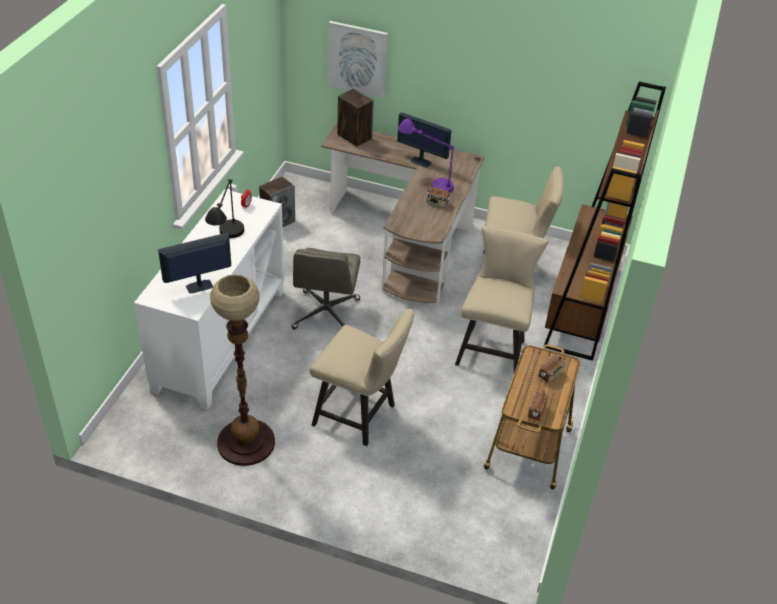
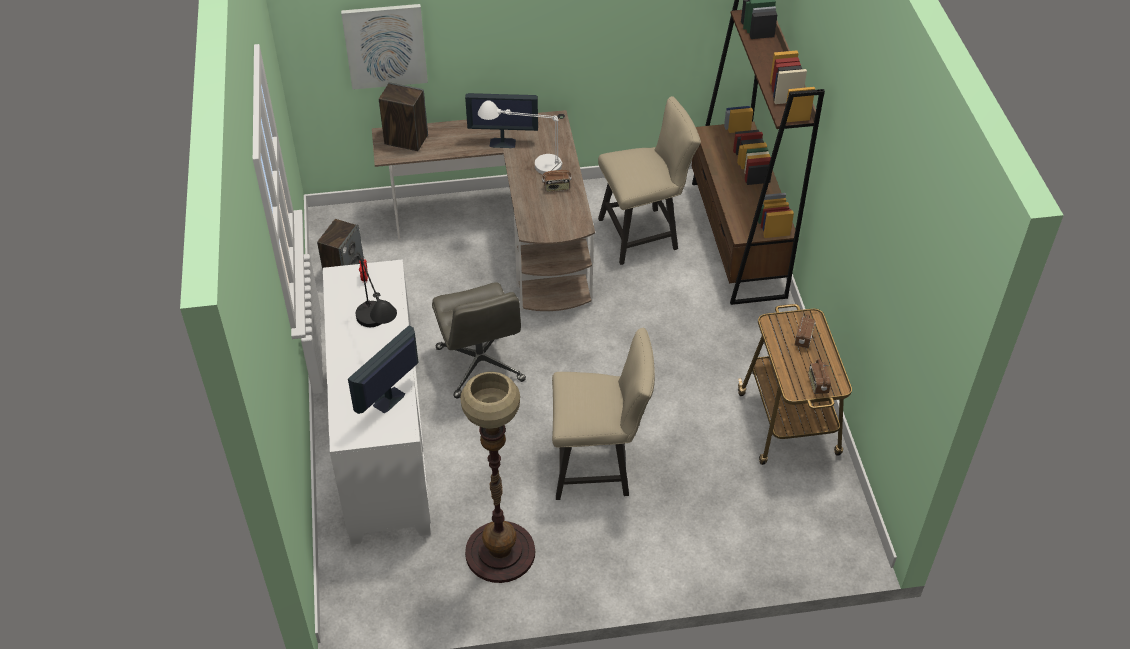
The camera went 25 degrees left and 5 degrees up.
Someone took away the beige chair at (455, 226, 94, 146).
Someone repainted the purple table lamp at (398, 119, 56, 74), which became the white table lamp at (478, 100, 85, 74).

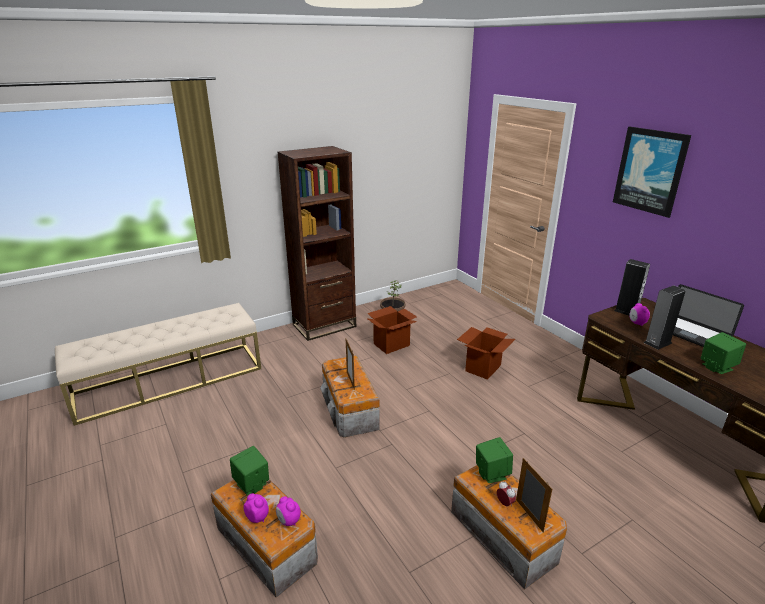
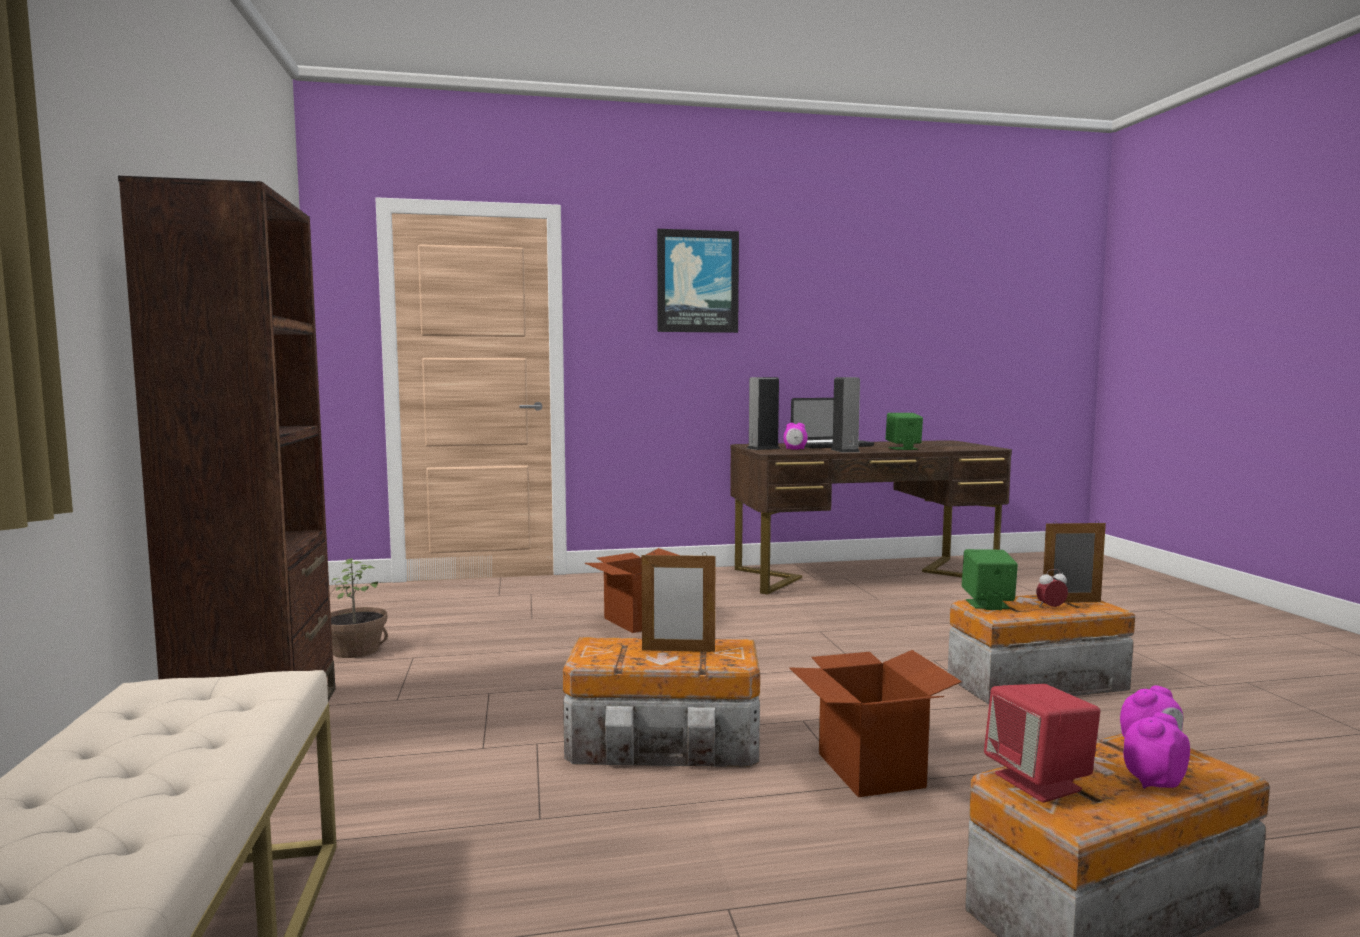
The camera went 70 degrees left and 20 degrees down.
Someone carried the cardboard box from (367, 306, 50, 48) to (789, 650, 173, 147).
Someone repainted the green speaker at (230, 446, 39, 49), which became the red speaker at (984, 684, 116, 119).

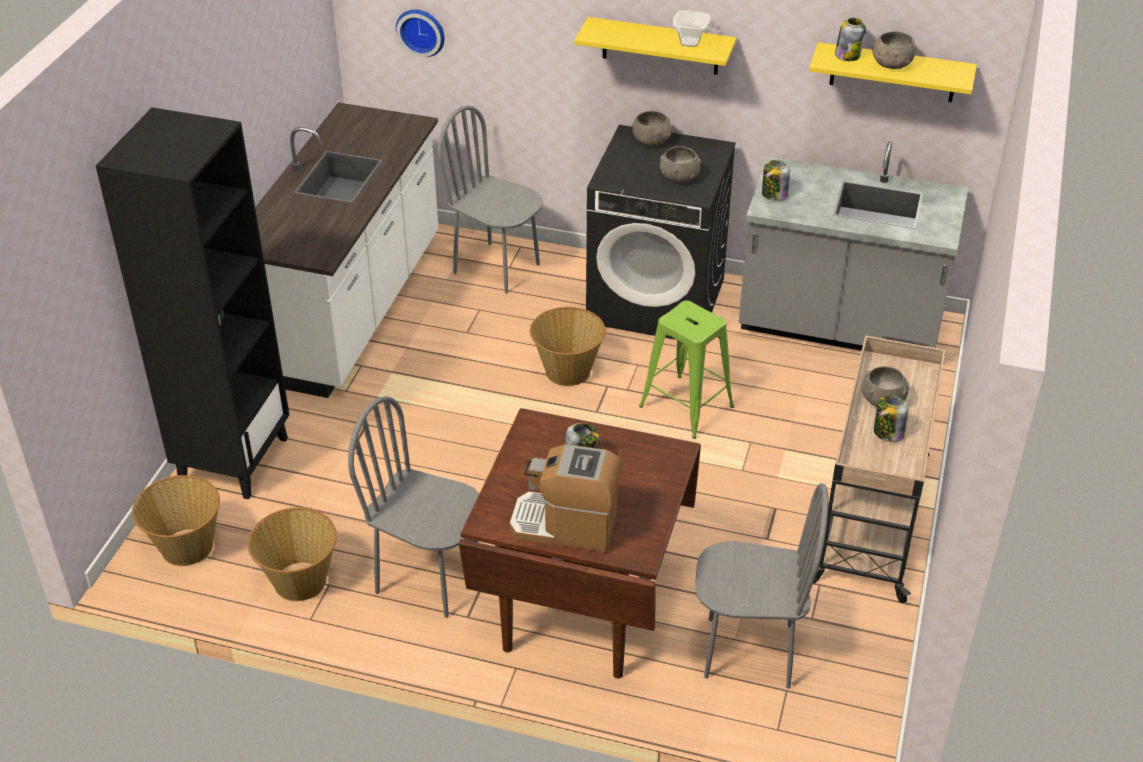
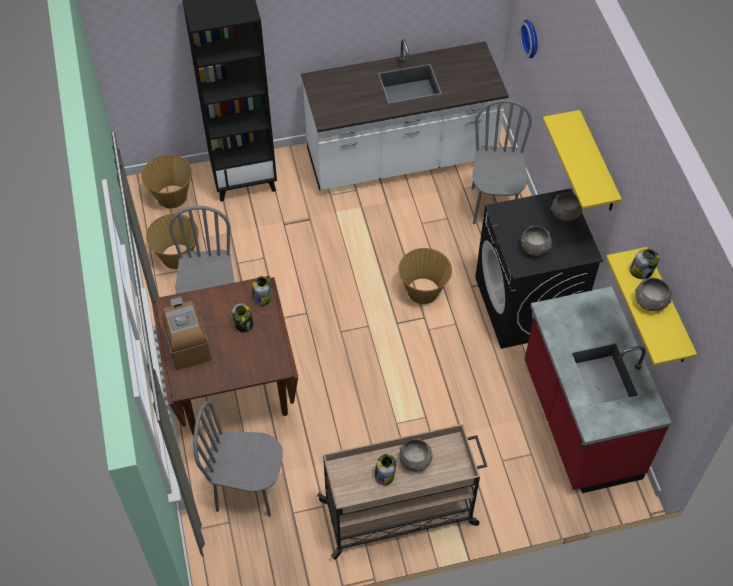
The camera went 60 degrees right and 15 degrees up.
Someone took away the green stool at (639, 301, 95, 138).
Someone took away the bowl at (673, 11, 37, 36).
Someone carried the jar from (762, 160, 28, 41) to (252, 276, 19, 30).
Someone repainted the grey counter at (739, 142, 229, 209), which became the red counter at (525, 287, 146, 206).
Someone rotated the grey chair at (695, 483, 134, 206) by 120 degrees clockwise.

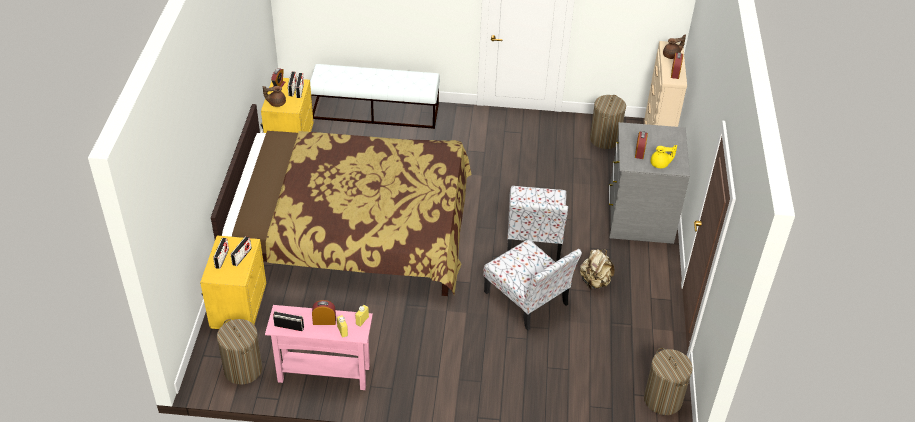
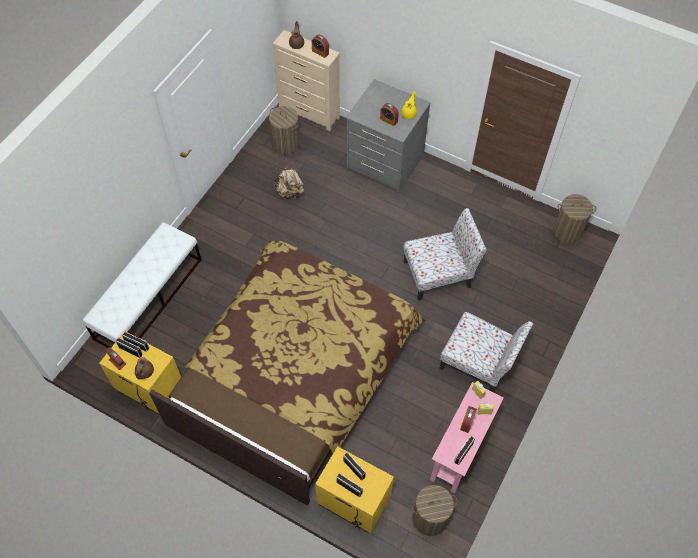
The camera went 65 degrees left and 15 degrees up.
Someone carried the chair from (507, 186, 61, 75) to (439, 312, 94, 81).
Someone carried the beige backpack from (580, 249, 34, 41) to (274, 166, 30, 33).

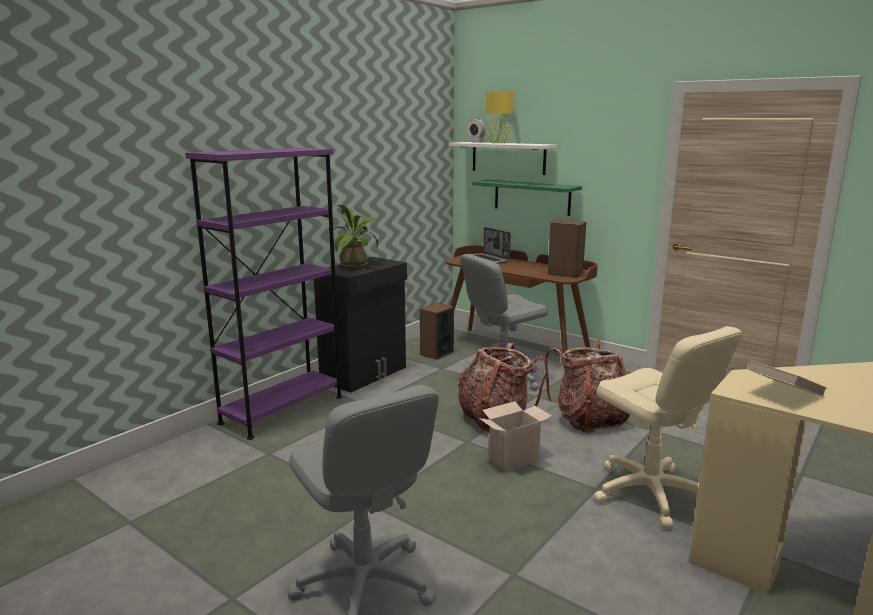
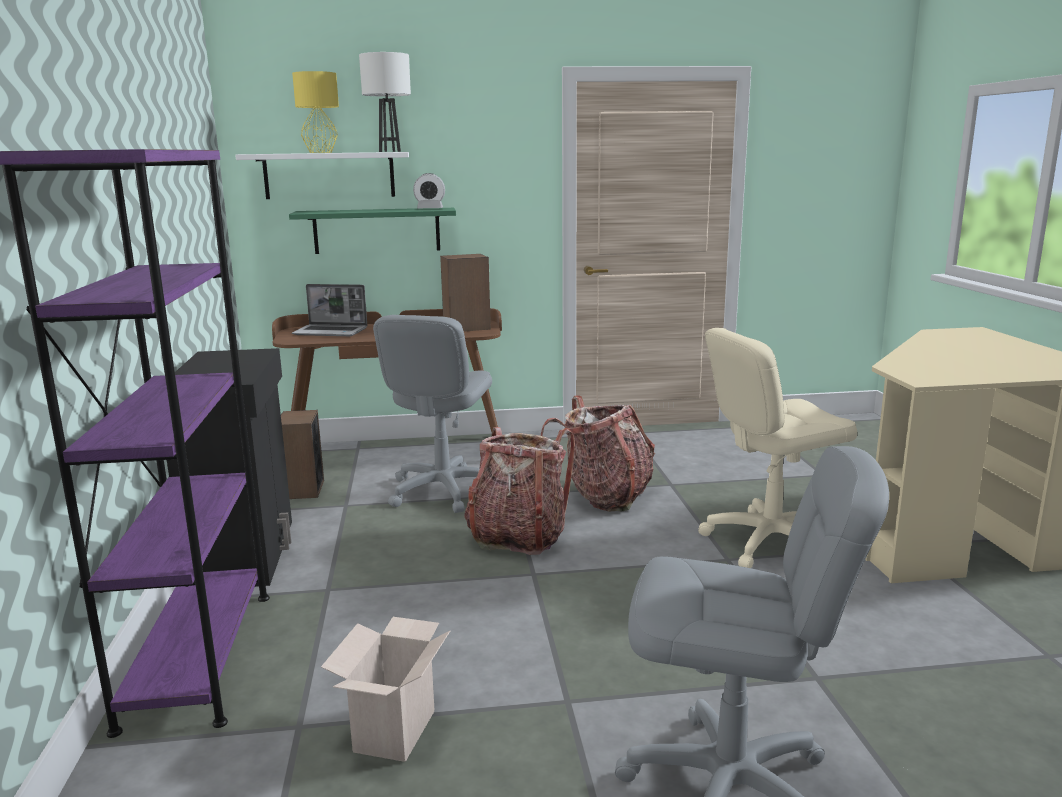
The camera went 45 degrees left and 0 degrees up.
Someone took away the potted plant at (333, 205, 46, 64).
Someone took away the beige book at (747, 361, 80, 36).
Someone put down the white table lamp at (359, 52, 52, 100).
Someone carried the alarm clock from (467, 119, 19, 23) to (413, 173, 32, 35).
Someone carried the cardboard box from (479, 401, 73, 71) to (321, 617, 129, 145).
Someone rotated the beige office chair at (594, 326, 149, 203) by 150 degrees clockwise.

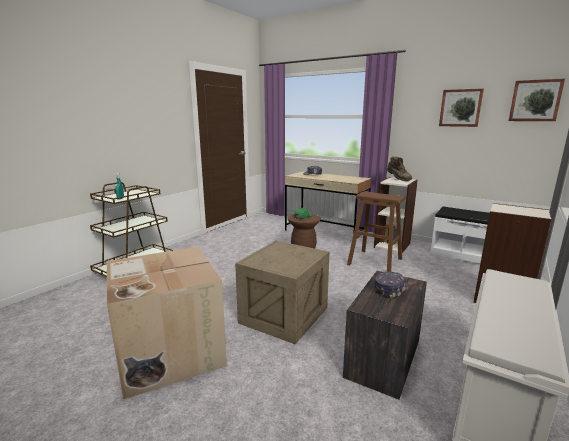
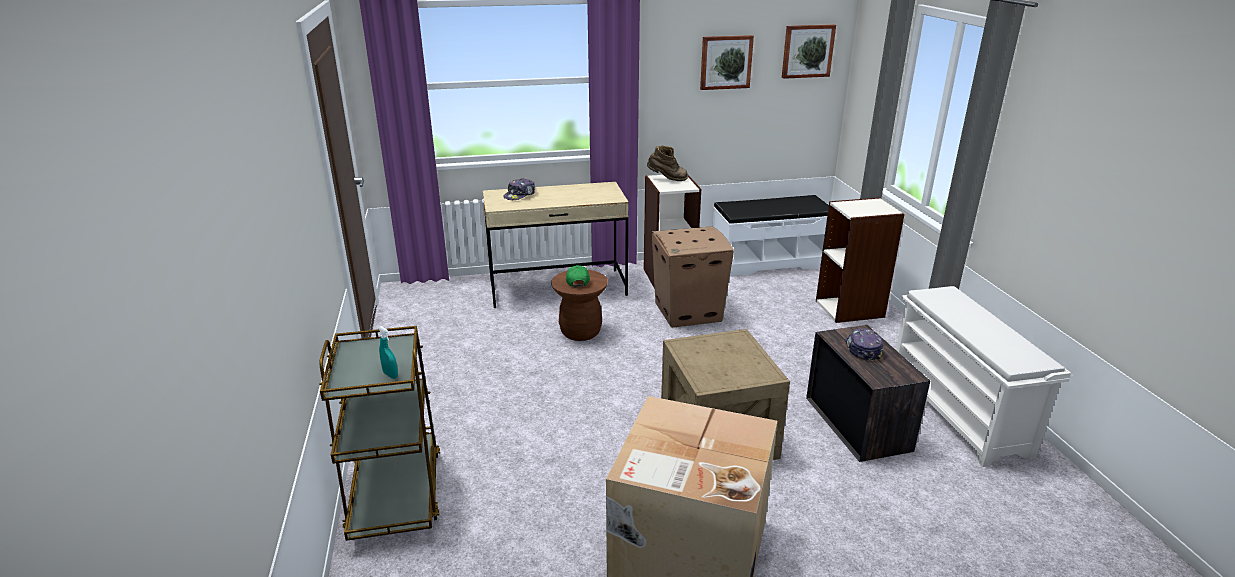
The camera went 45 degrees left and 10 degrees up.
Someone swapped the brown stool at (347, 191, 59, 81) for the cardboard box at (652, 226, 82, 102).

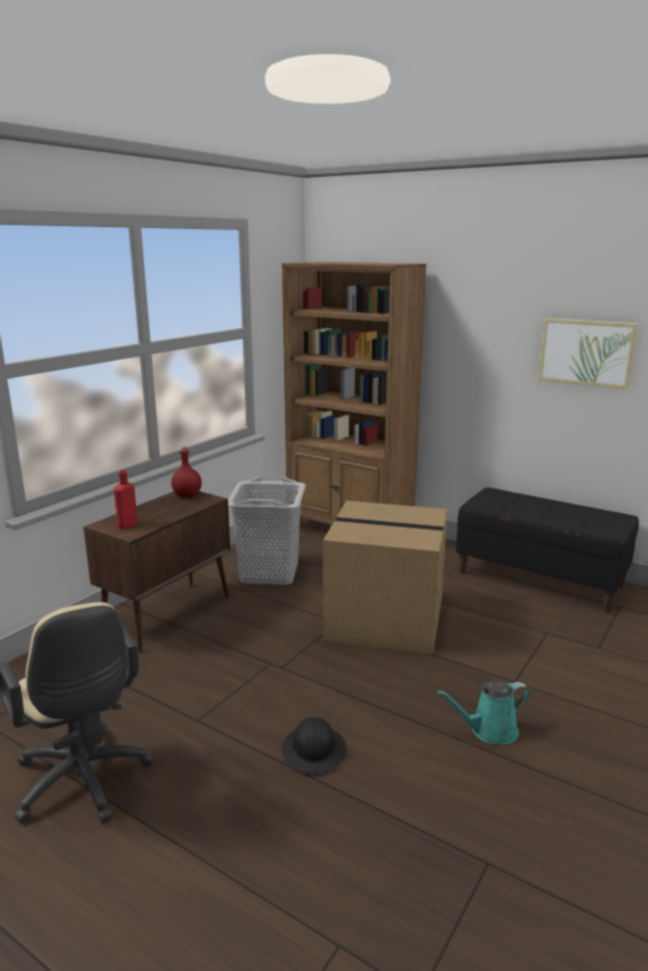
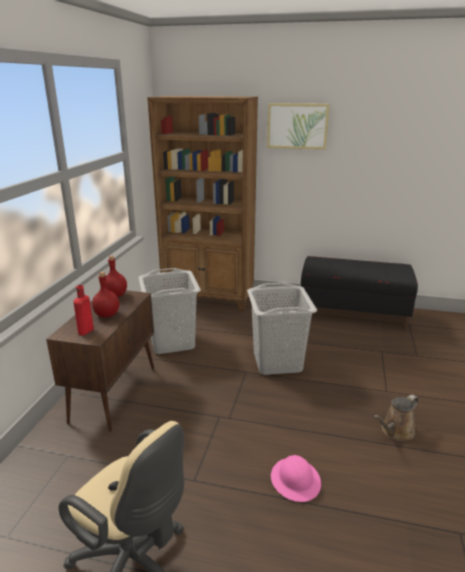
The camera went 20 degrees left and 5 degrees up.
Someone put down the red bottle at (92, 272, 27, 45).
Someone carried the picture from (538, 318, 100, 72) to (267, 103, 63, 47).
Someone swapped the cardboard box at (323, 501, 124, 153) for the grey laundry basket at (247, 283, 70, 92).
Someone repainted the black hard hat at (282, 716, 64, 58), which became the pink hard hat at (271, 455, 50, 47).
Someone repainted the turquoise watering can at (437, 680, 93, 64), which became the brown watering can at (374, 395, 45, 46).

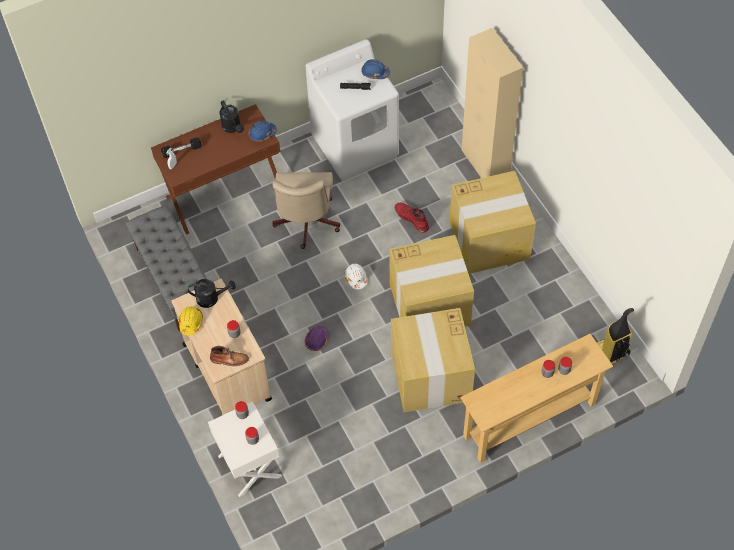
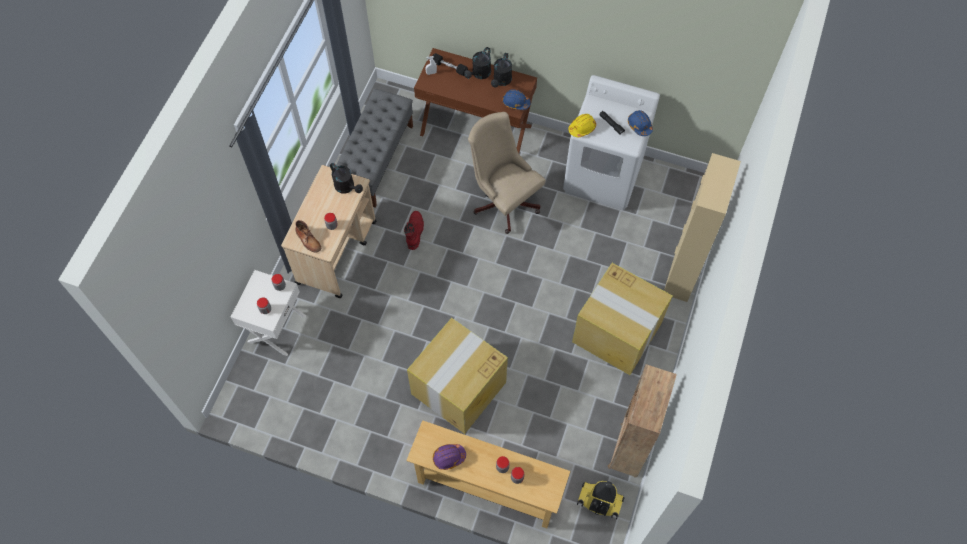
The camera went 45 degrees right and 5 degrees up.
Someone took away the white hard hat at (345, 264, 22, 25).
Someone took away the cardboard box at (389, 235, 85, 92).
Someone put down the black watering can at (464, 47, 27, 32).
Someone put down the brown bookcase at (608, 364, 69, 113).
Someone carried the yellow hard hat from (179, 306, 24, 30) to (568, 114, 28, 23).
Someone carried the purple hard hat from (305, 326, 24, 25) to (433, 444, 33, 26).
Someone carried the red boot from (395, 203, 34, 30) to (404, 211, 20, 39).
Someone rotated the beige office chair at (272, 172, 68, 77) by 90 degrees clockwise.

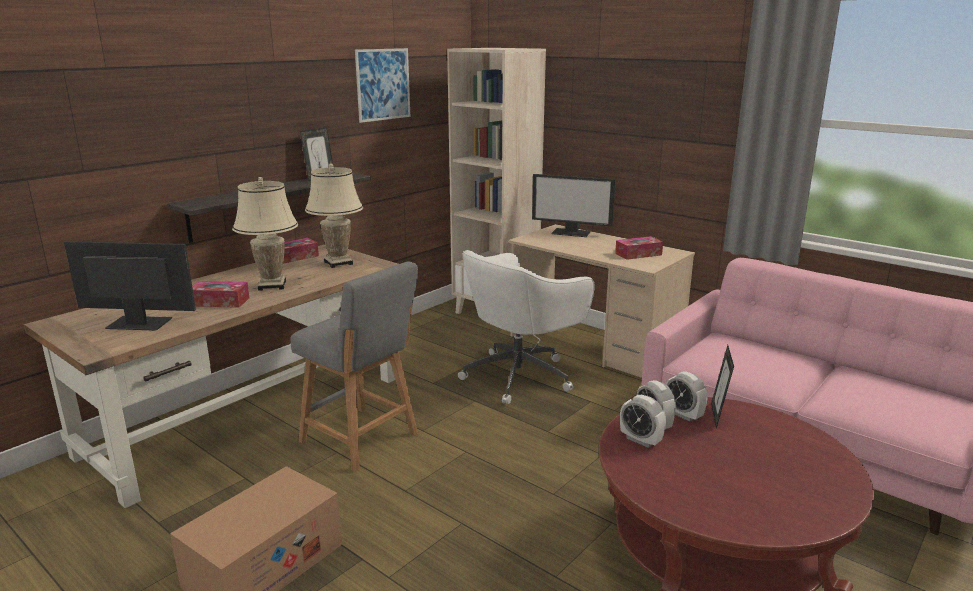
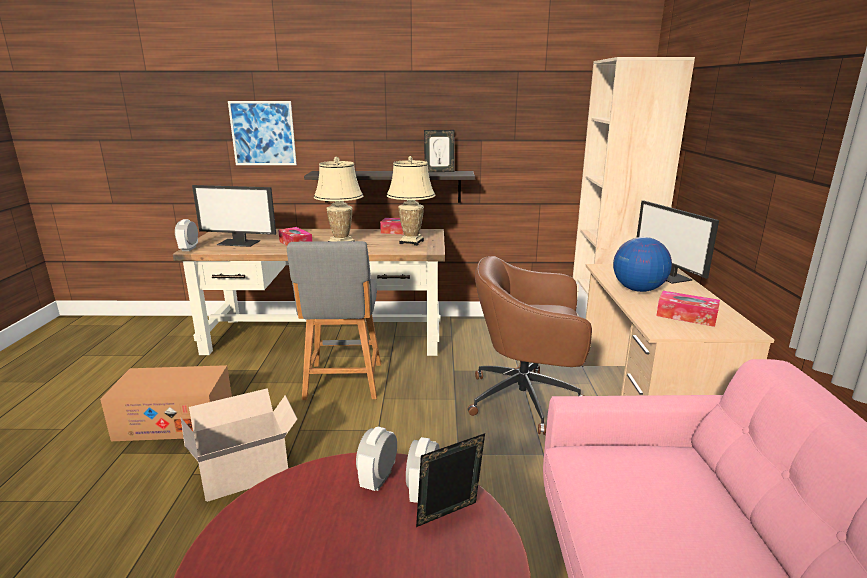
The camera went 50 degrees right and 0 degrees up.
Someone put down the cardboard box at (181, 388, 116, 114).
Someone put down the globe at (613, 237, 59, 55).
Someone carried the picture from (355, 48, 55, 75) to (228, 101, 69, 64).
Someone carried the alarm clock from (620, 395, 46, 53) to (175, 219, 23, 32).
Someone repainted the white office chair at (458, 250, 137, 155), which became the brown office chair at (468, 256, 124, 179).
Someone rotated the monitor at (64, 241, 132, 90) by 135 degrees clockwise.

